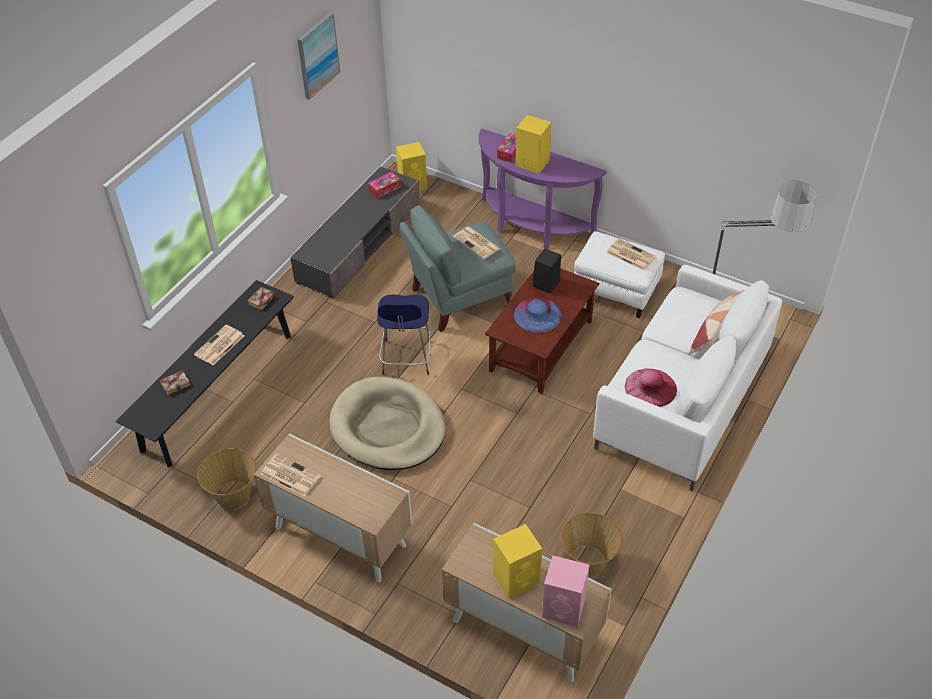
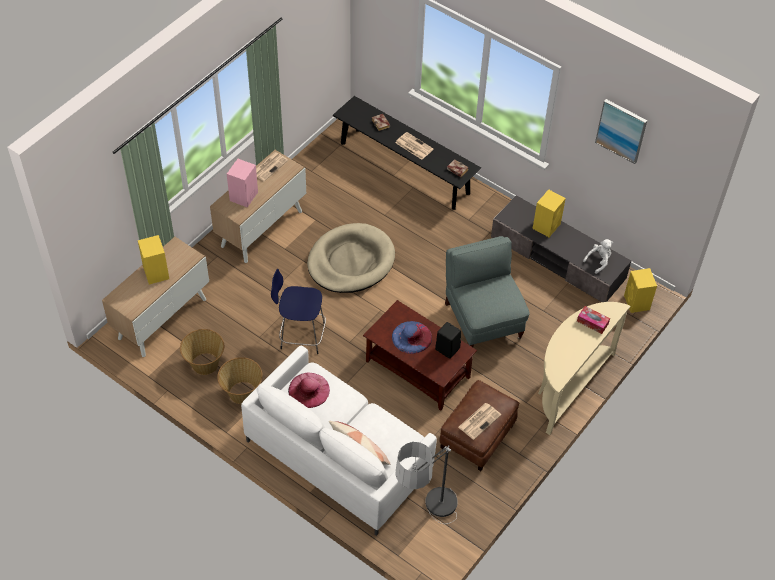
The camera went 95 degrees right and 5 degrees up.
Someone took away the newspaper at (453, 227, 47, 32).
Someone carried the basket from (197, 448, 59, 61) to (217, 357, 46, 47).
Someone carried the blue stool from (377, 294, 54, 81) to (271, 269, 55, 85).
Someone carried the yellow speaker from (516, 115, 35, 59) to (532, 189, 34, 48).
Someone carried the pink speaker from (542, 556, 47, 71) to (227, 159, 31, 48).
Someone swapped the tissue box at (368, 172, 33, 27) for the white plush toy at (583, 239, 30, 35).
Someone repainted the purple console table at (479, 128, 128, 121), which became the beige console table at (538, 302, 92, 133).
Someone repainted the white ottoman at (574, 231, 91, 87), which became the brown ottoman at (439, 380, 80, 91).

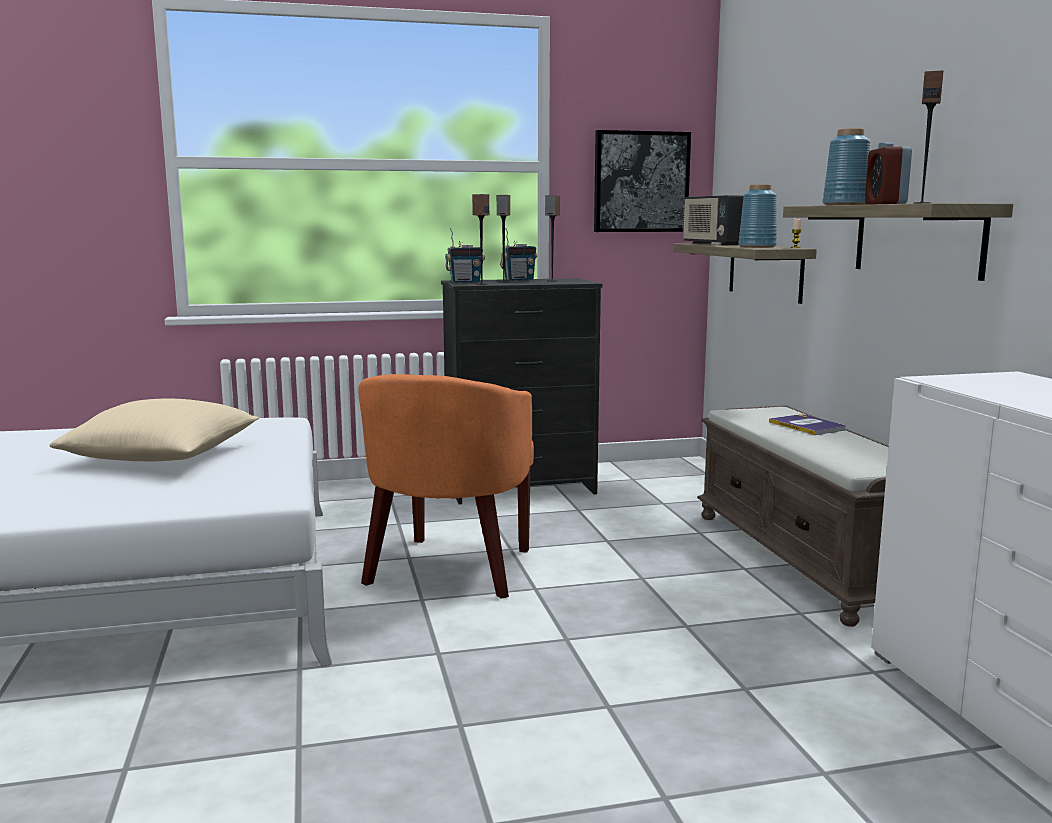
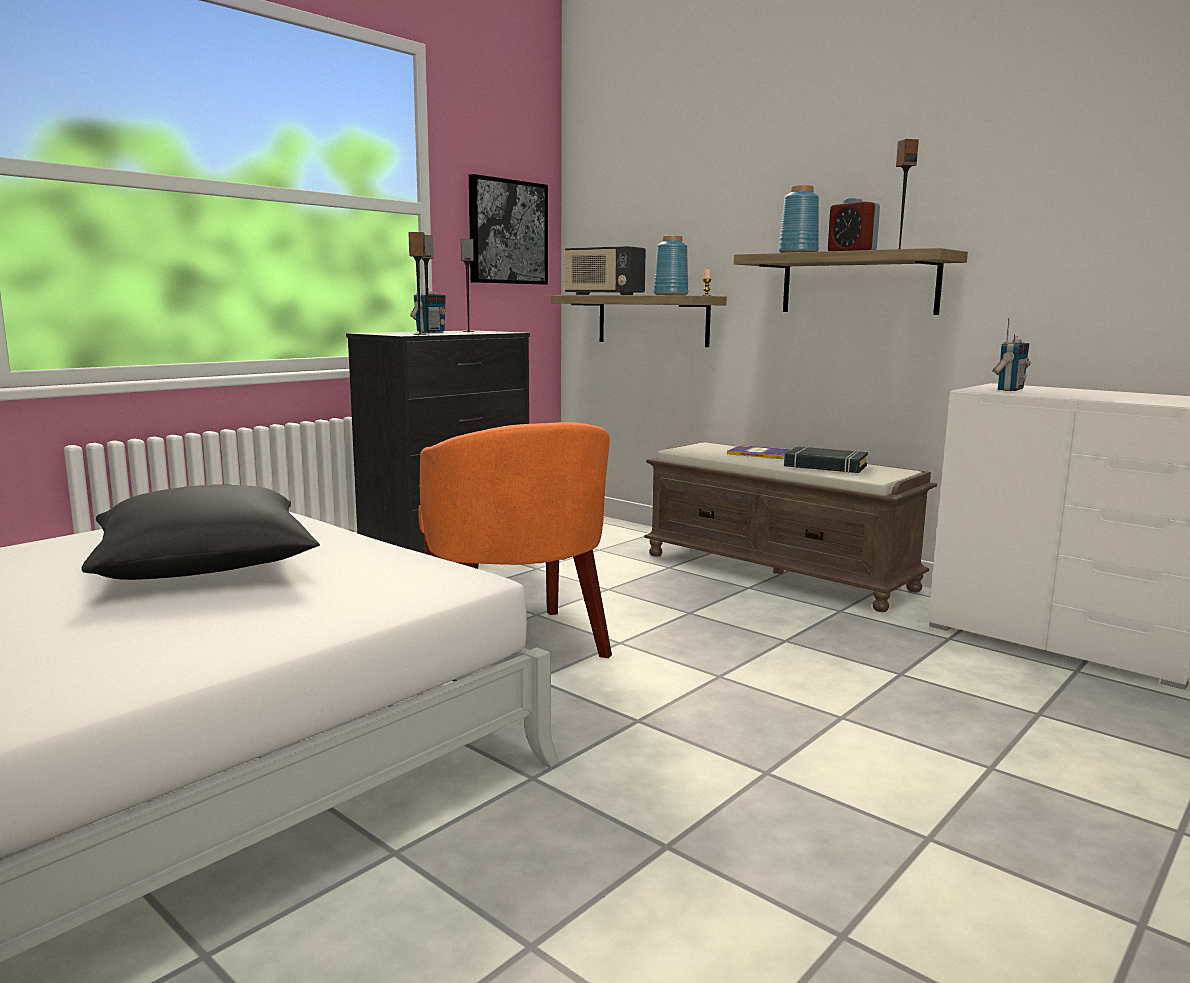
The camera went 35 degrees left and 0 degrees up.
Someone put down the black book at (784, 446, 84, 27).
Someone carried the radio from (445, 228, 40, 55) to (992, 317, 39, 74).
Someone repainted the beige pillow at (50, 399, 209, 62), which became the black pillow at (82, 485, 238, 95).

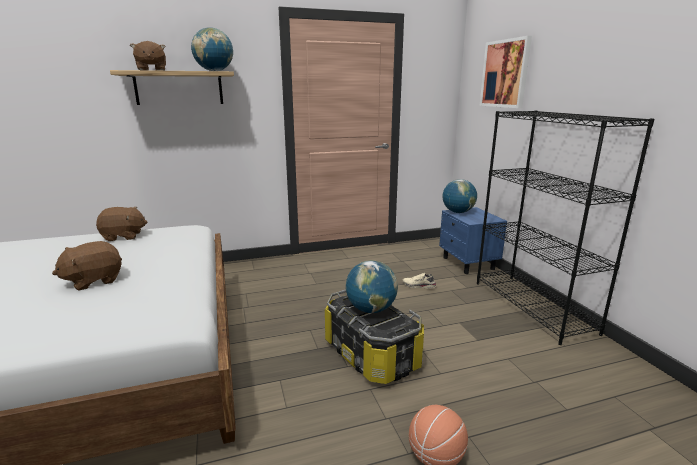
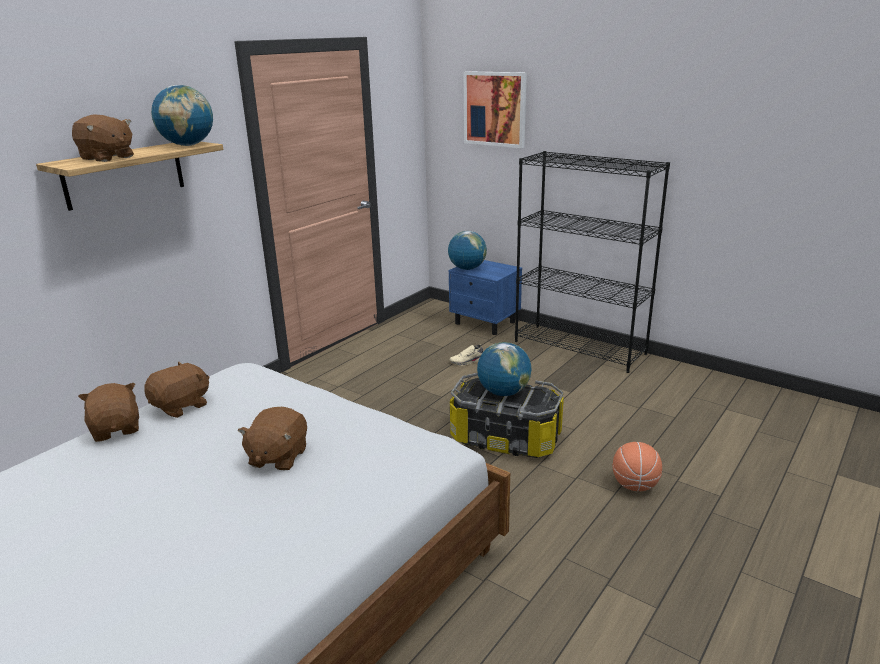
The camera went 35 degrees left and 5 degrees up.
Someone put down the brown plush toy at (78, 383, 61, 59).

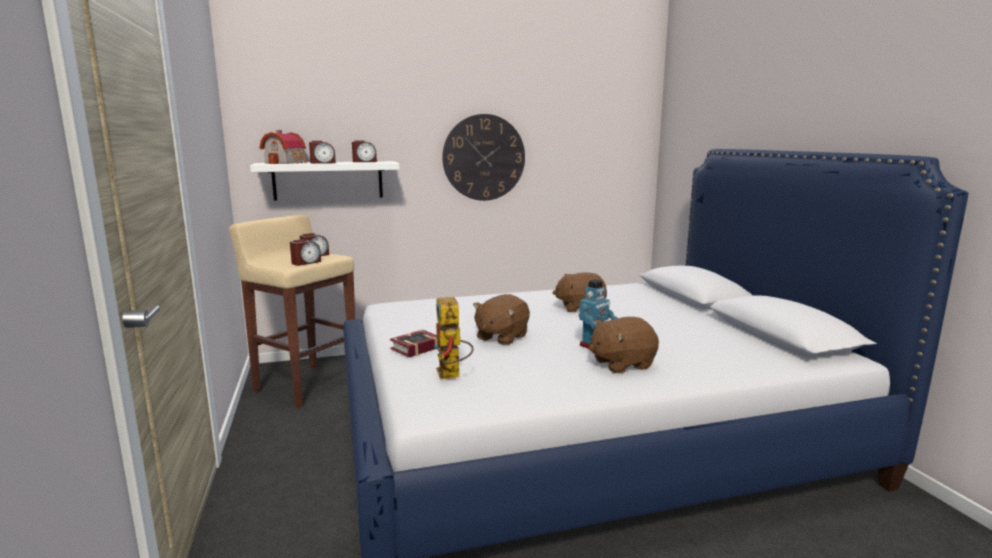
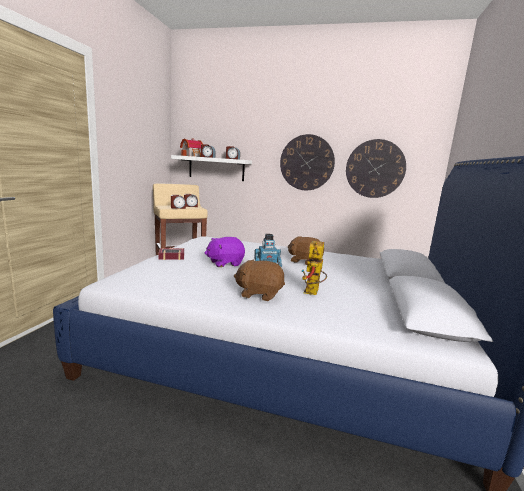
The camera went 30 degrees right and 0 degrees up.
Someone put up the wall clock at (346, 139, 60, 59).
Someone carried the toy robot from (434, 297, 40, 83) to (301, 241, 26, 54).
Someone repainted the brown plush toy at (473, 294, 57, 51), which became the purple plush toy at (205, 237, 40, 30).

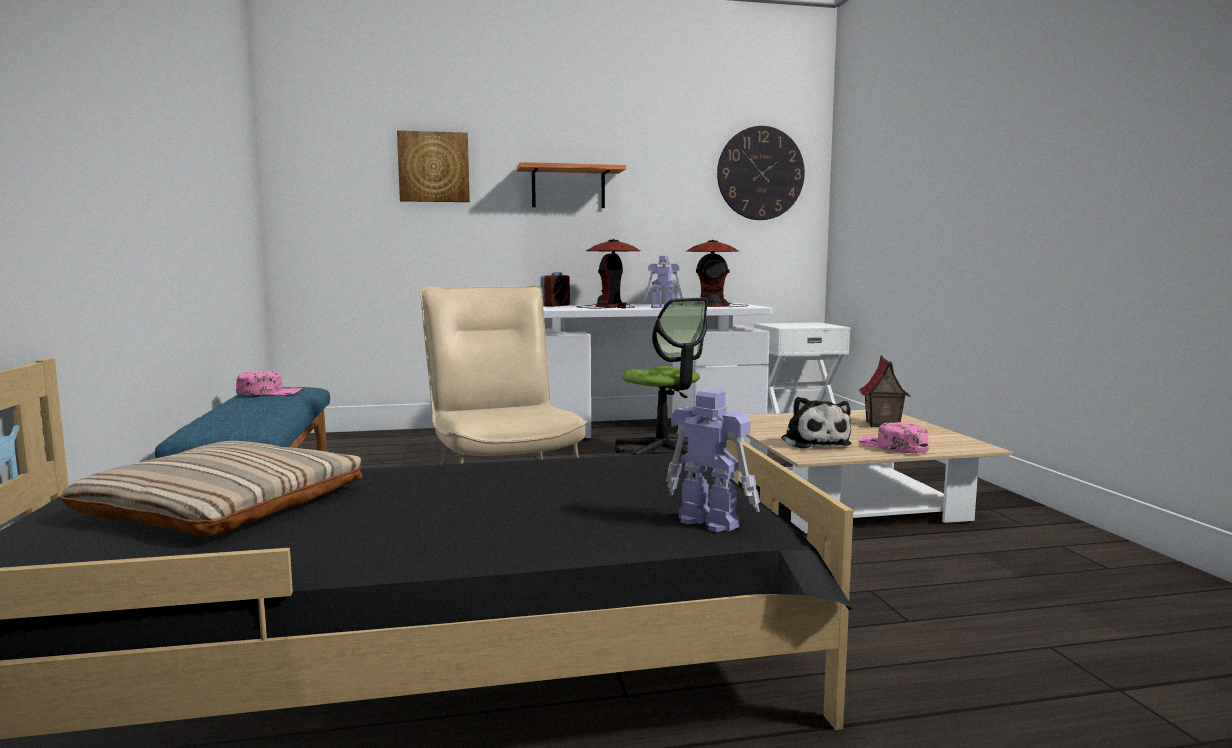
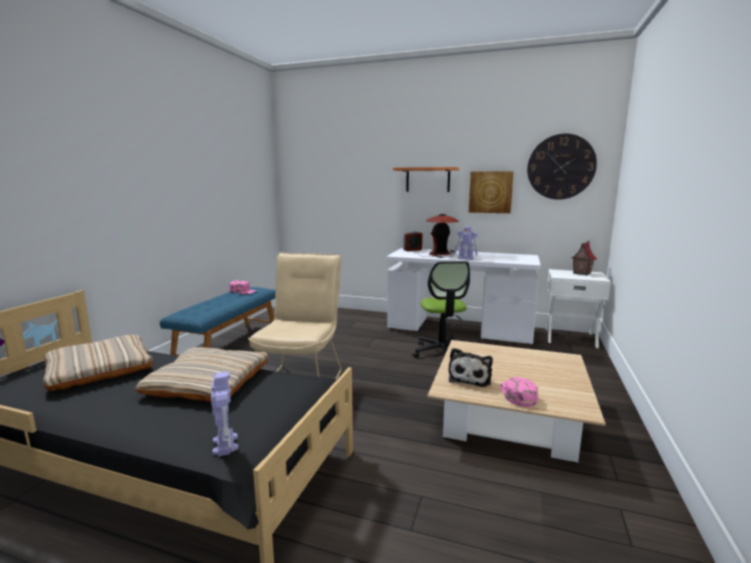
The camera went 30 degrees right and 5 degrees up.
Someone took away the table lamp at (687, 240, 61, 67).
Someone put down the beige pillow at (135, 347, 133, 55).
Someone carried the picture from (397, 130, 73, 72) to (469, 171, 45, 42).
Someone carried the toy house from (859, 355, 51, 73) to (571, 241, 26, 35).

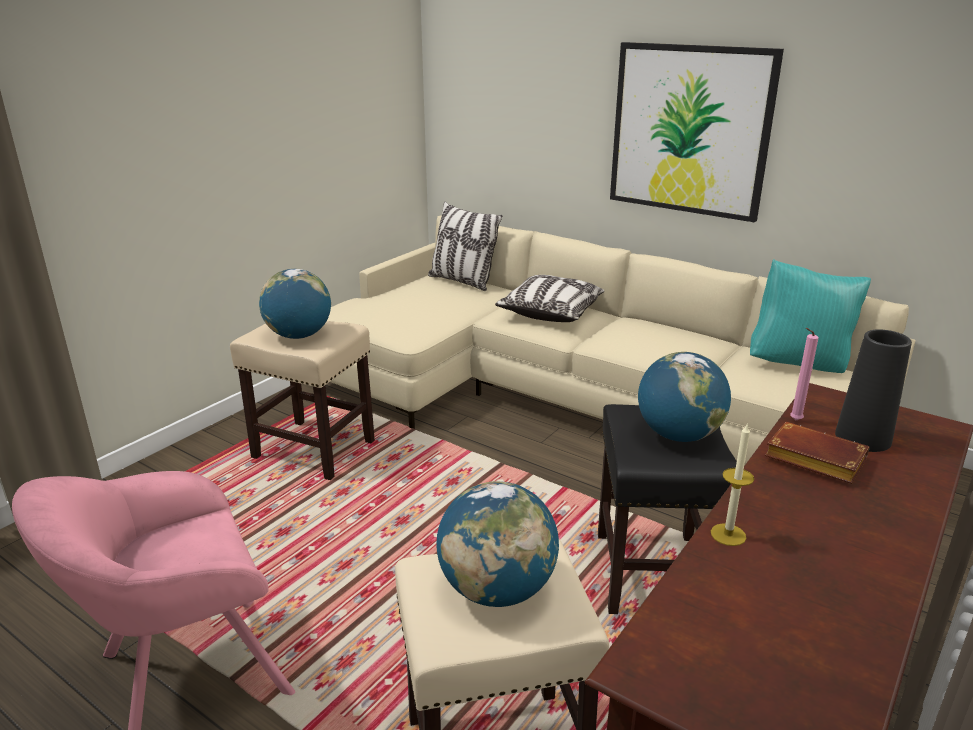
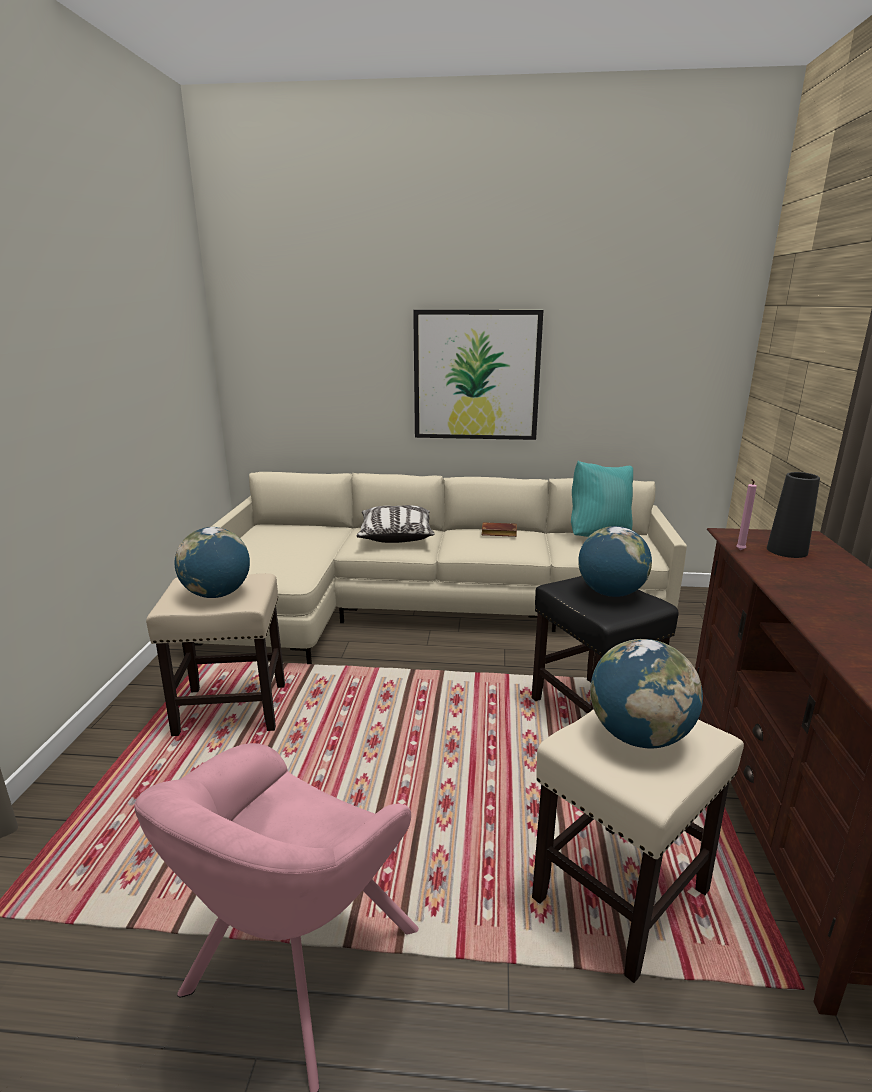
The camera went 30 degrees left and 5 degrees down.
Someone took away the pillow at (428, 202, 74, 89).
Someone took away the candle at (711, 423, 43, 123).
Someone carried the brown book from (765, 422, 105, 62) to (481, 522, 36, 15).

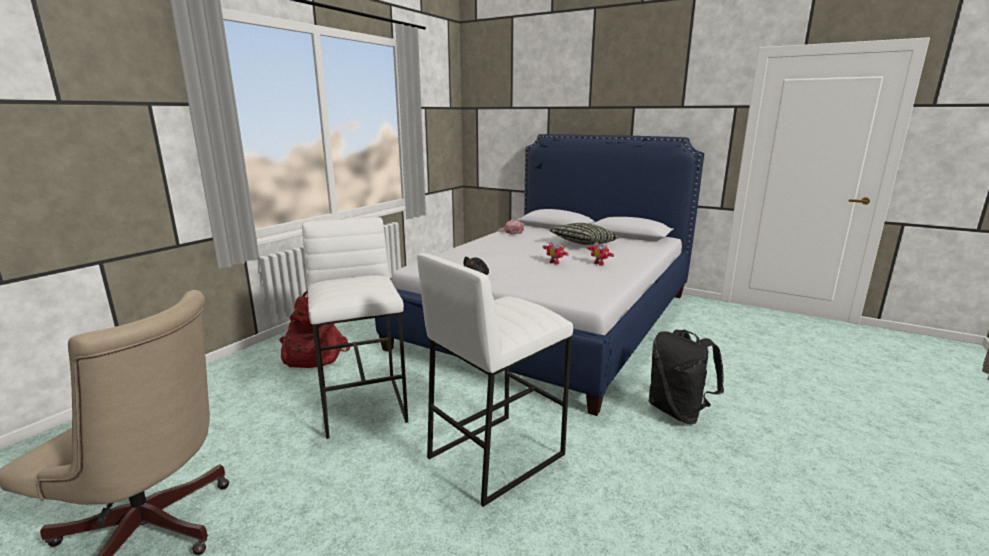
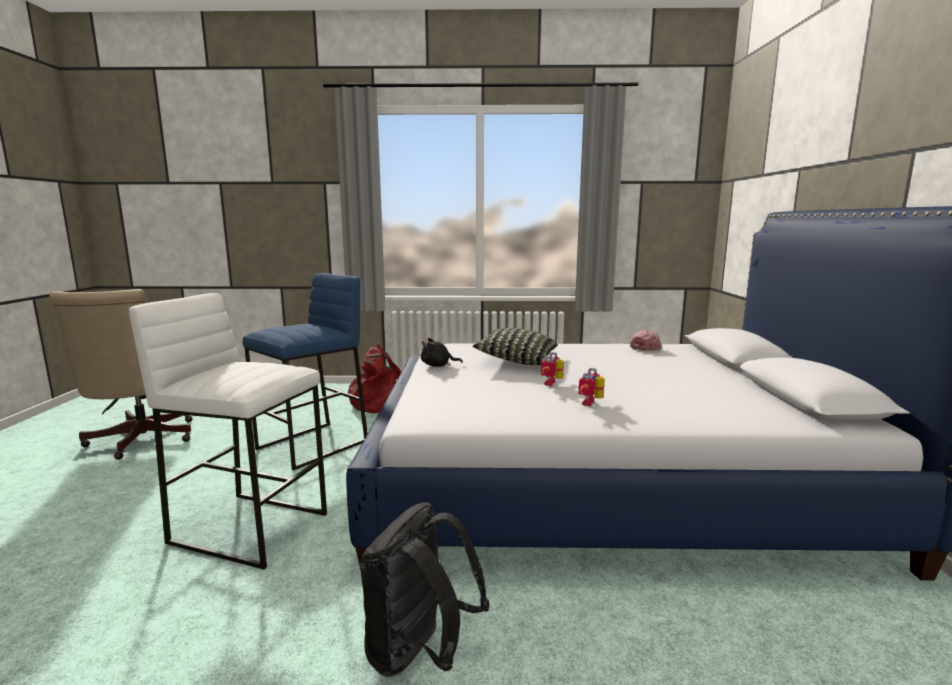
The camera went 60 degrees right and 5 degrees down.
Someone carried the pillow from (549, 223, 70, 22) to (473, 328, 85, 37).
Someone repainted the white stool at (302, 217, 106, 222), which became the blue stool at (243, 273, 125, 198).

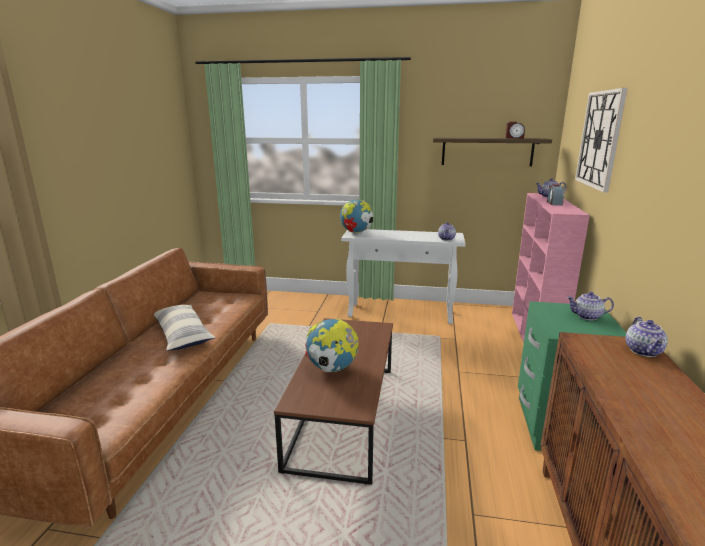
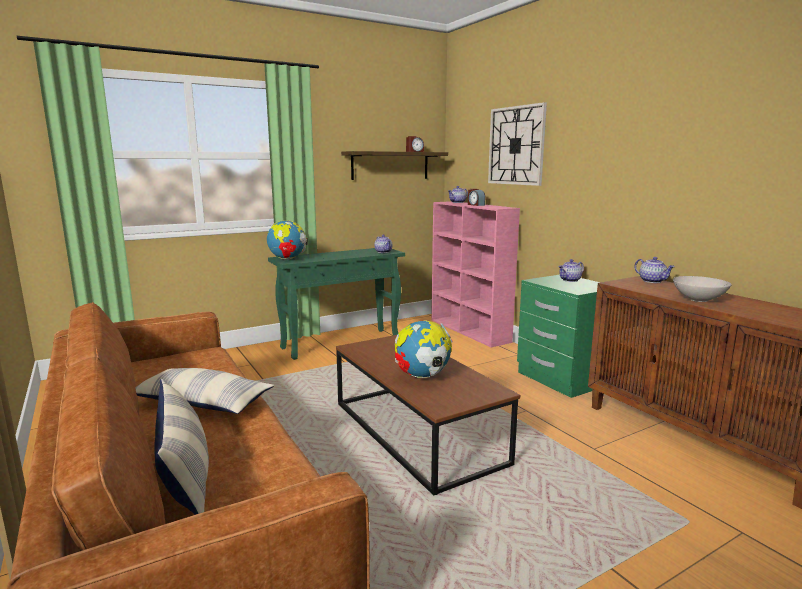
The camera went 40 degrees left and 5 degrees down.
Someone put down the pillow at (154, 378, 55, 137).
Someone put down the white bowl at (673, 276, 59, 26).
Someone repainted the white console table at (341, 229, 124, 95), which became the green console table at (268, 248, 137, 112).

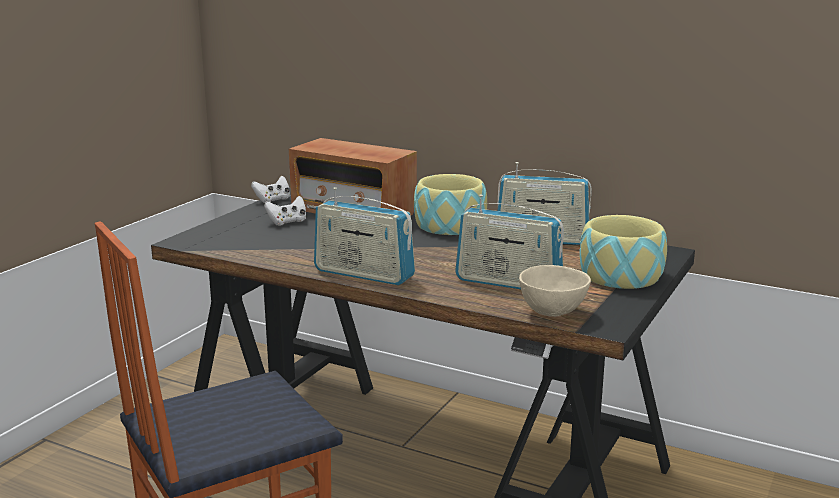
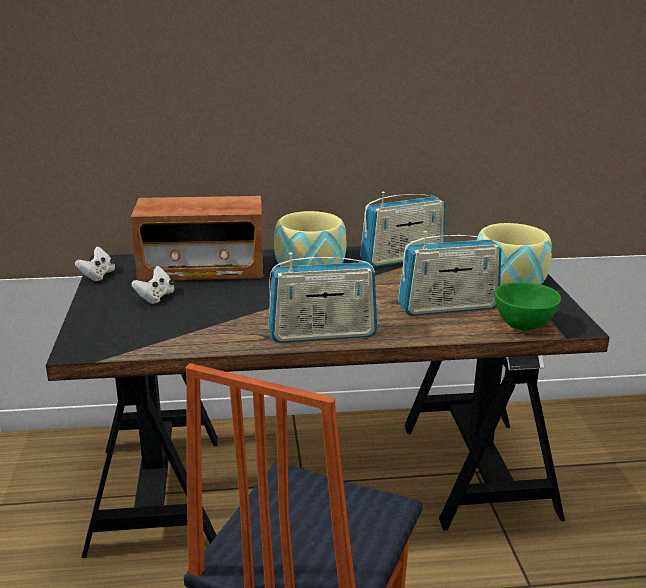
The camera went 35 degrees left and 5 degrees up.
Someone repainted the beige bowl at (519, 265, 72, 52), which became the green bowl at (495, 282, 66, 49).

